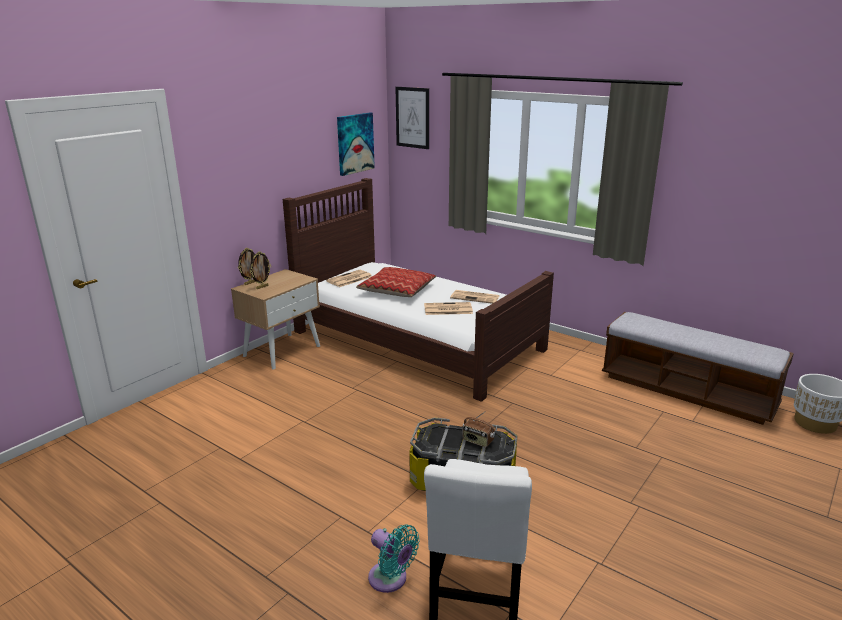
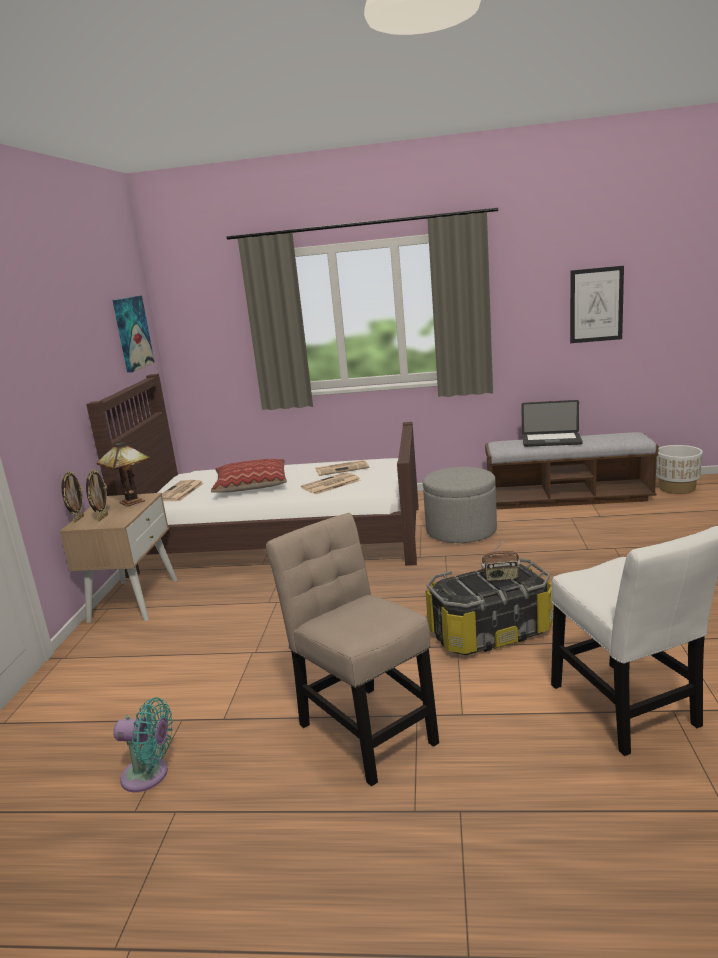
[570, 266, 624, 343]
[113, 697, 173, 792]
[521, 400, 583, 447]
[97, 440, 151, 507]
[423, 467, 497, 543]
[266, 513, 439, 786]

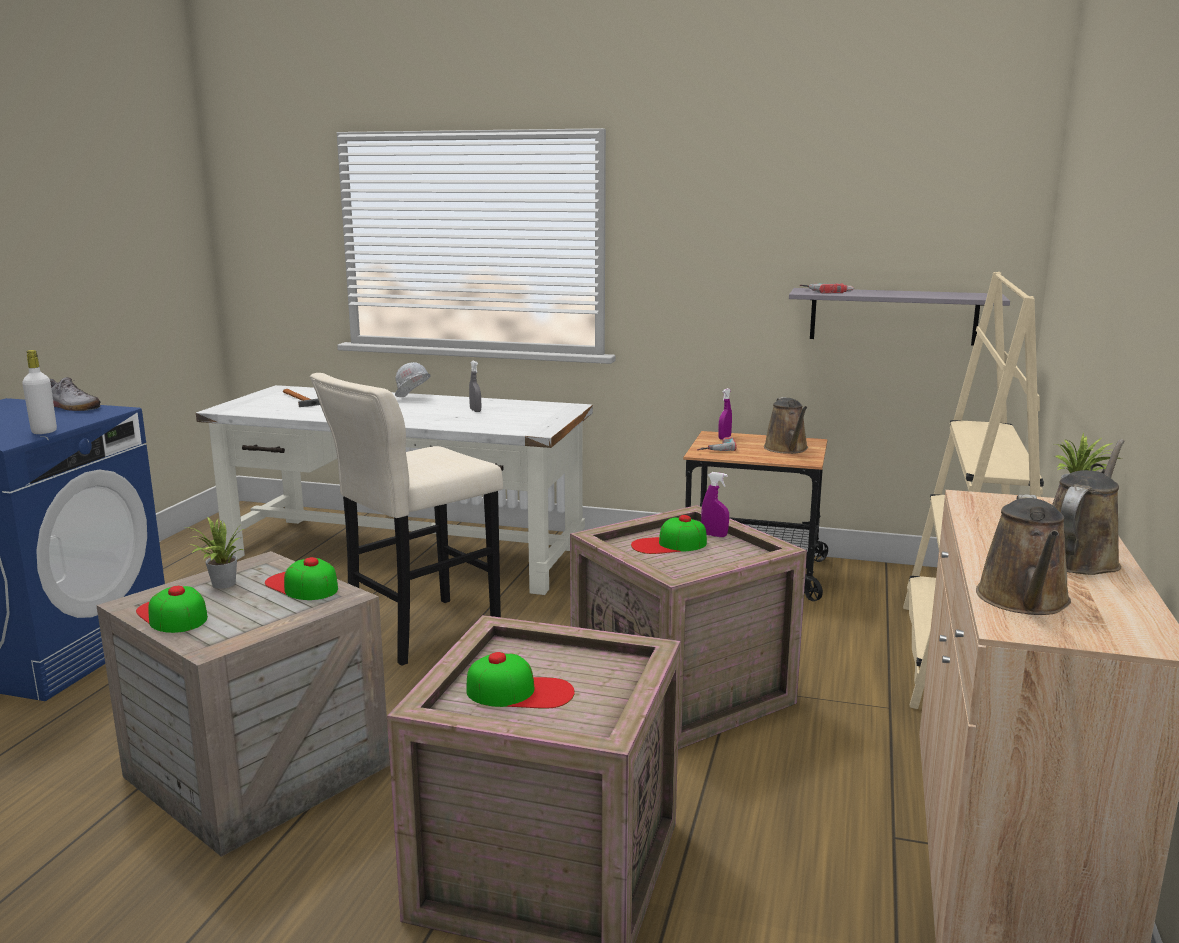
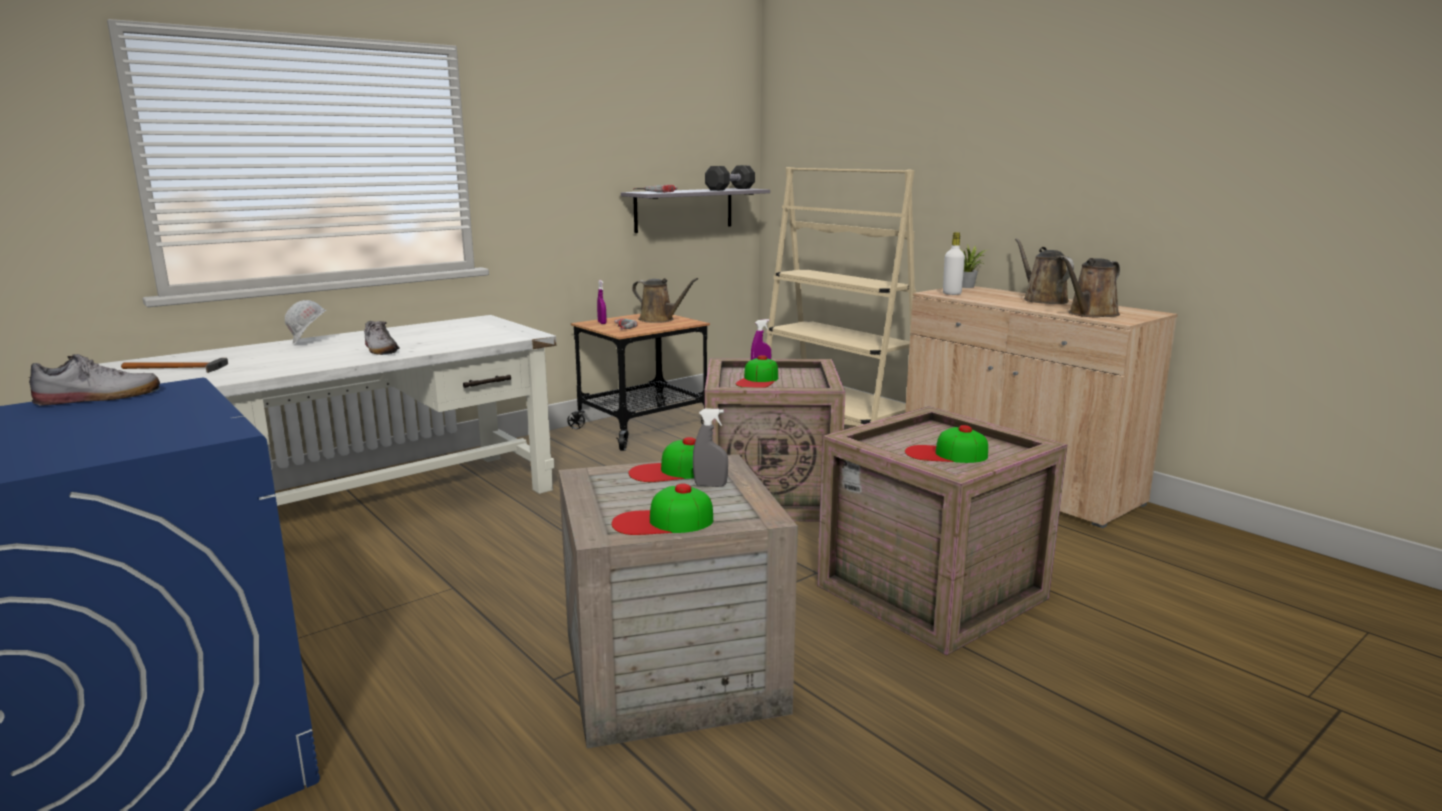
[943, 232, 965, 295]
[693, 409, 728, 487]
[310, 373, 503, 666] (first image)
[1061, 257, 1120, 317]
[185, 517, 244, 589] (first image)
[905, 425, 988, 463]
[705, 165, 755, 191]
[364, 321, 399, 355]

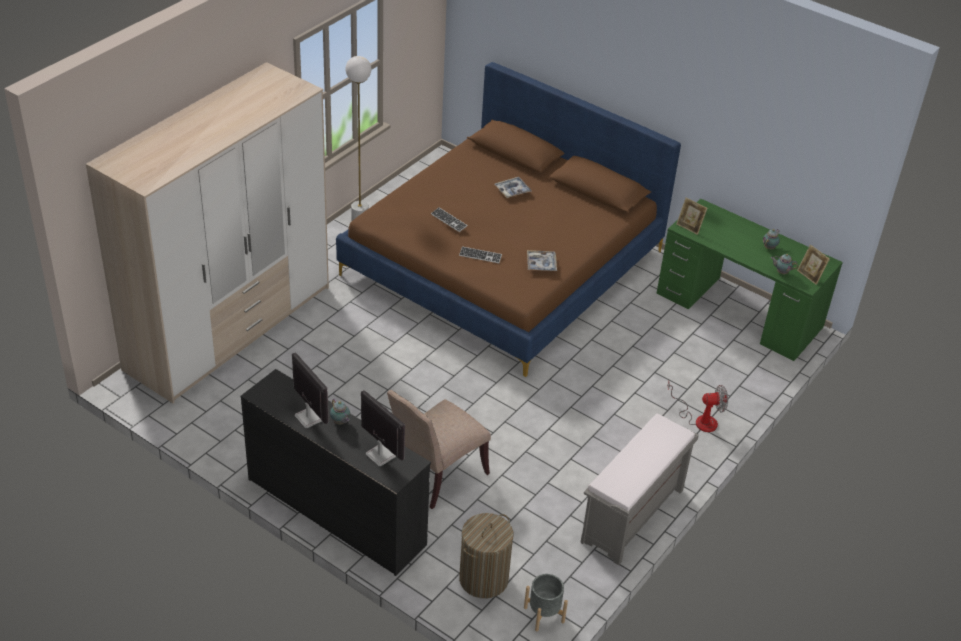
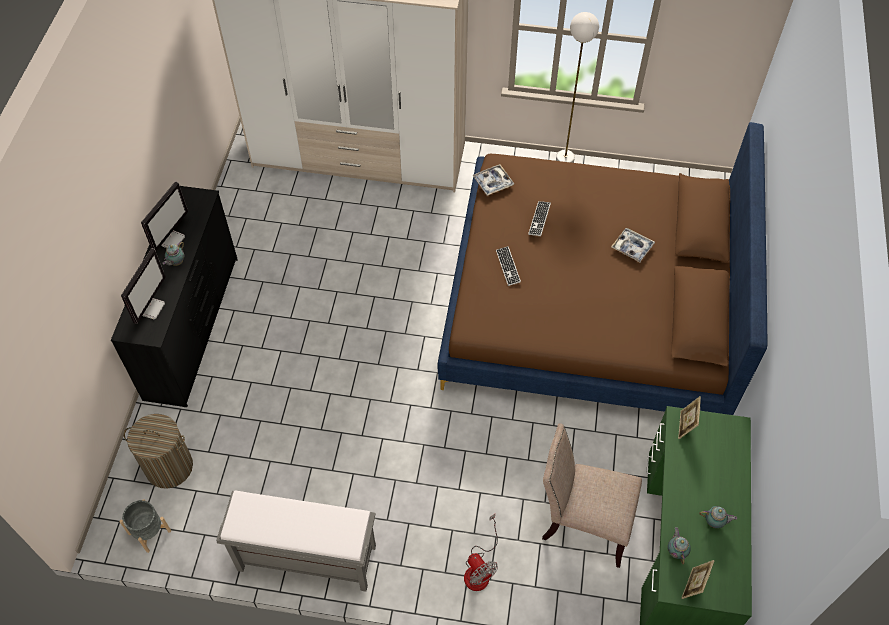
[473, 164, 514, 196]
[542, 423, 642, 568]

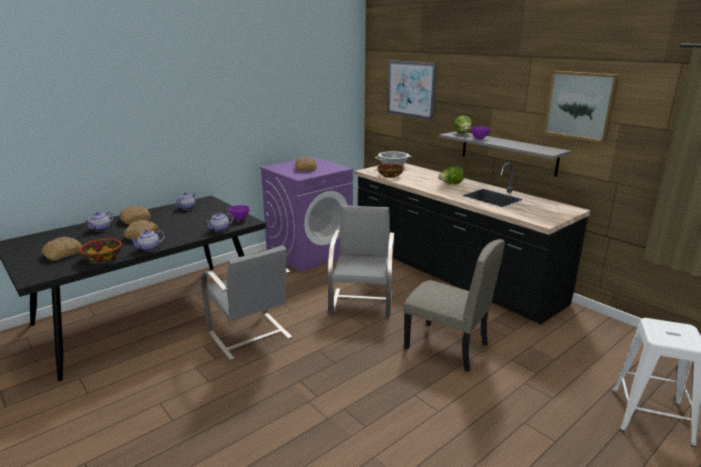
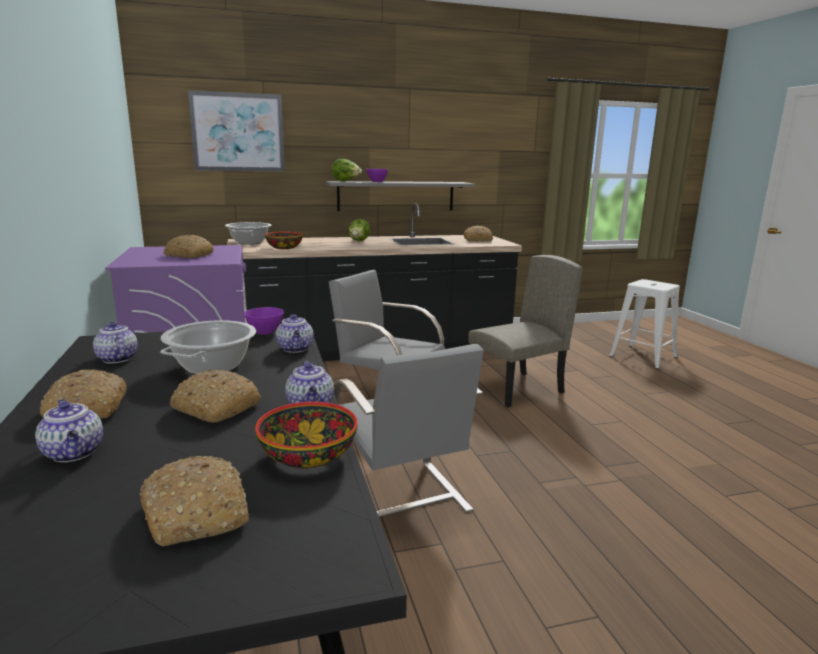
[544, 71, 619, 143] (first image)
[334, 344, 483, 518]
[464, 226, 493, 241]
[160, 320, 256, 374]

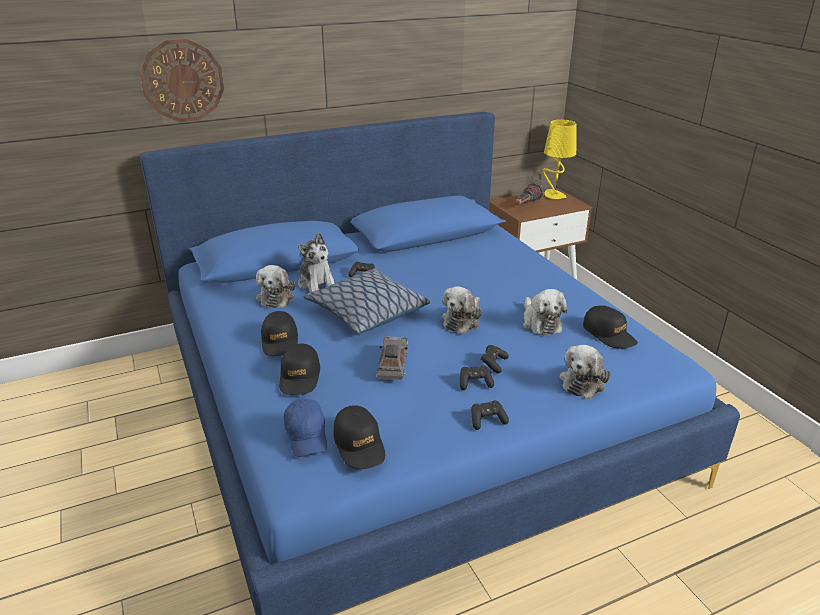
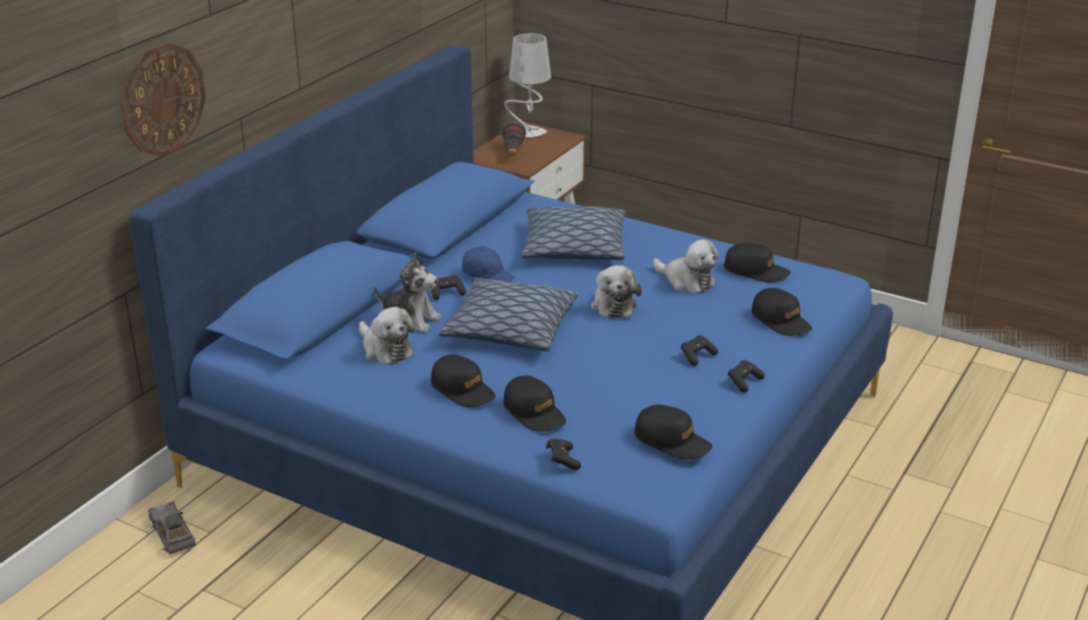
[504, 33, 551, 137]
[148, 501, 196, 554]
[546, 439, 581, 470]
[751, 288, 812, 336]
[462, 246, 515, 282]
[521, 206, 625, 260]

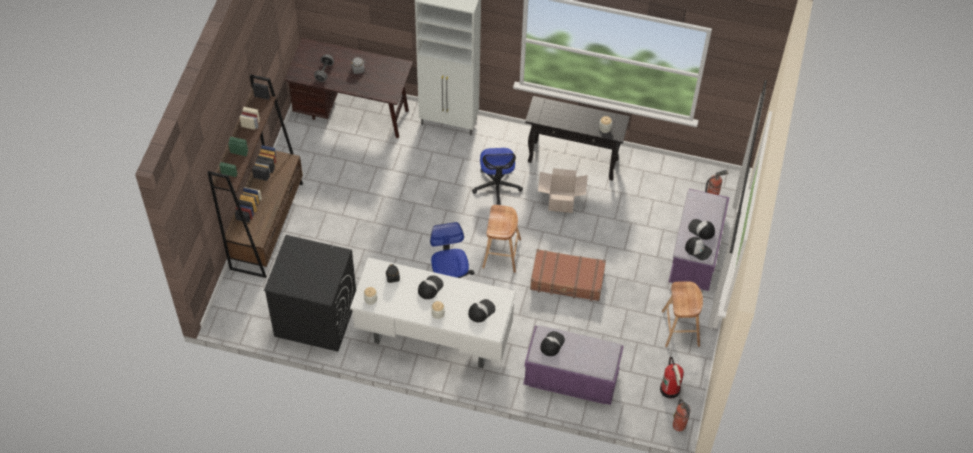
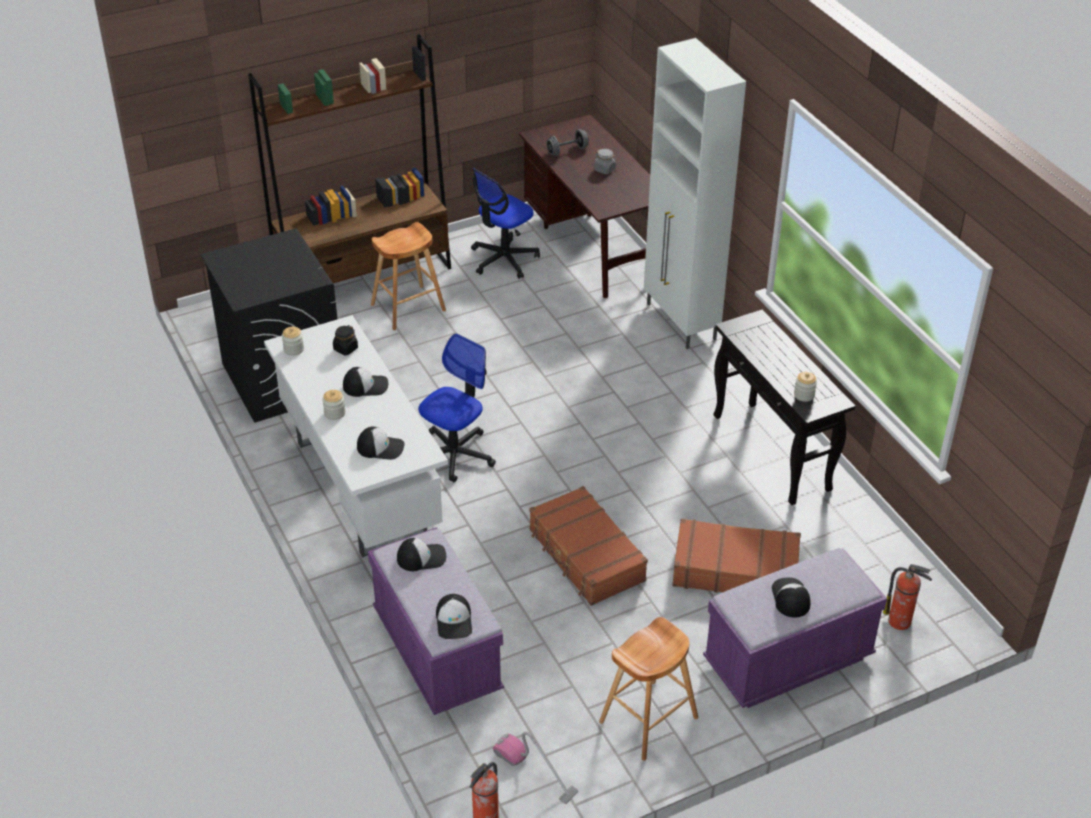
[471, 168, 540, 279]
[538, 168, 588, 213] (first image)
[371, 222, 446, 330]
[436, 594, 472, 639]
[493, 732, 578, 804]
[672, 518, 801, 593]

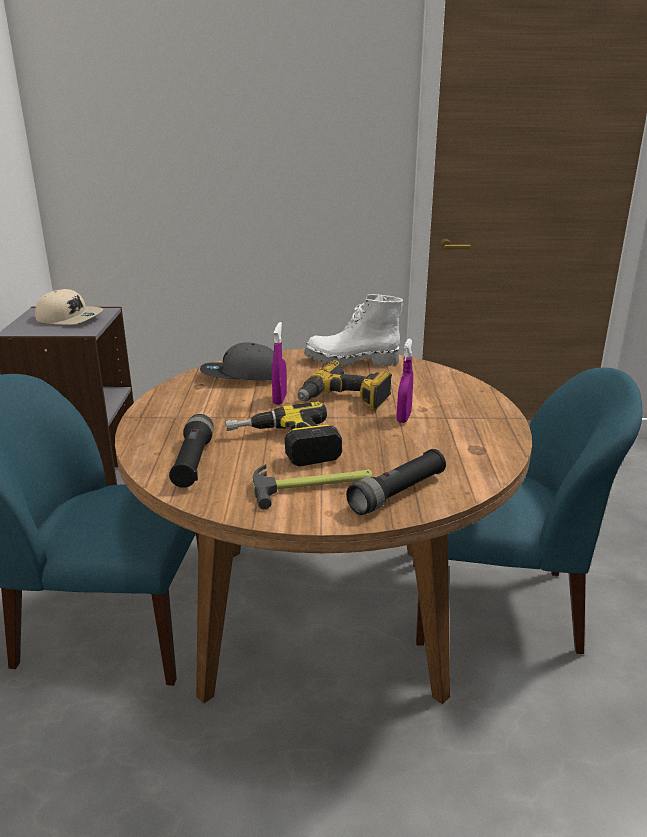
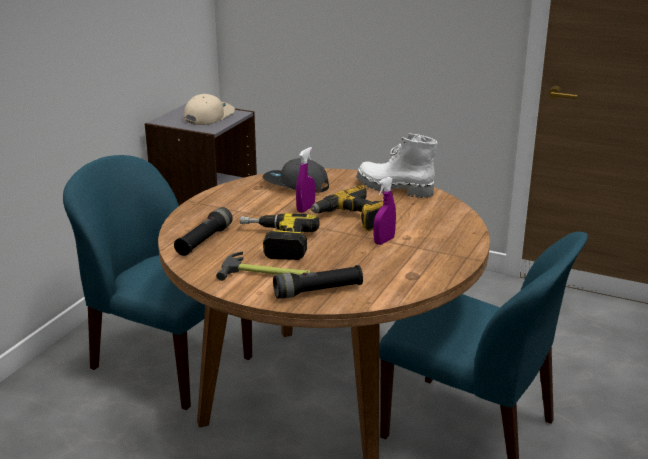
[183, 94, 235, 125]

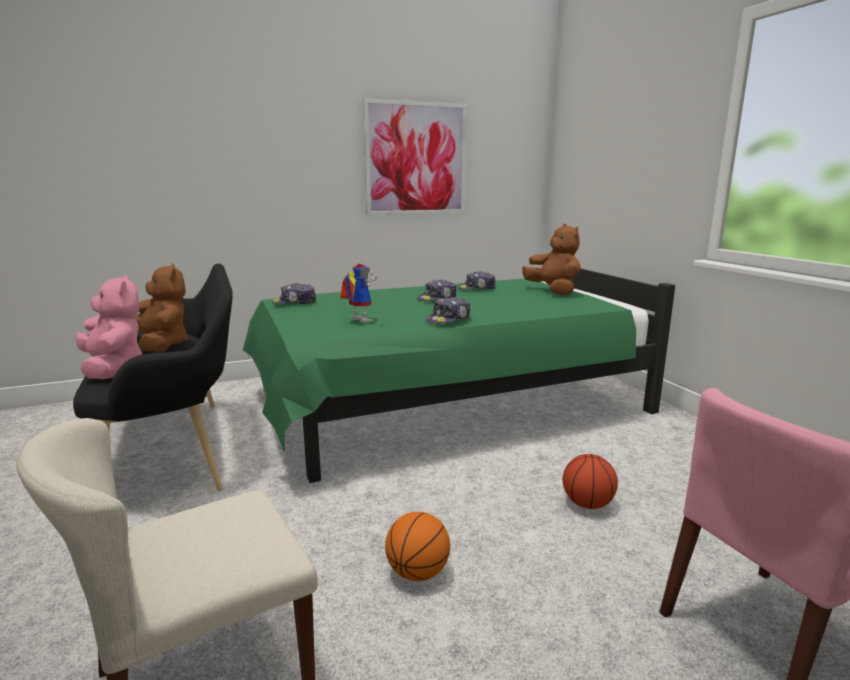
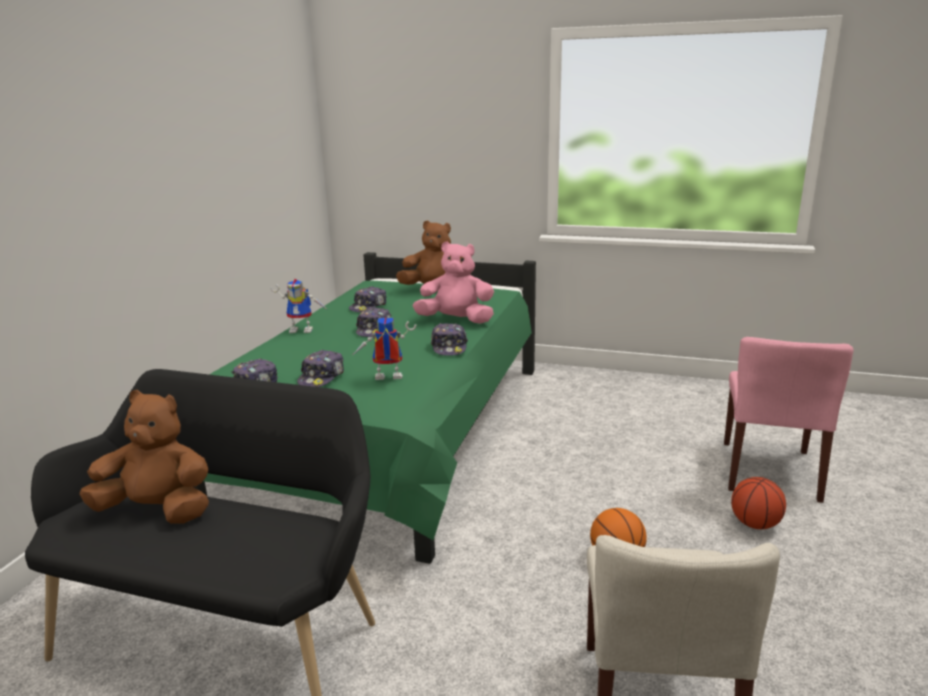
[363, 98, 467, 215] (first image)
[413, 242, 494, 324]
[731, 477, 786, 529]
[270, 279, 326, 333]
[297, 349, 344, 387]

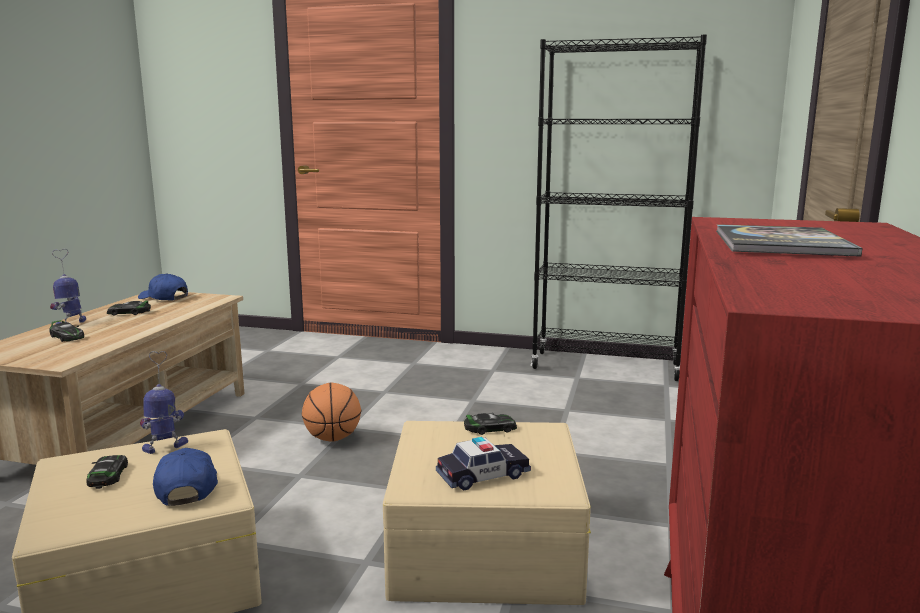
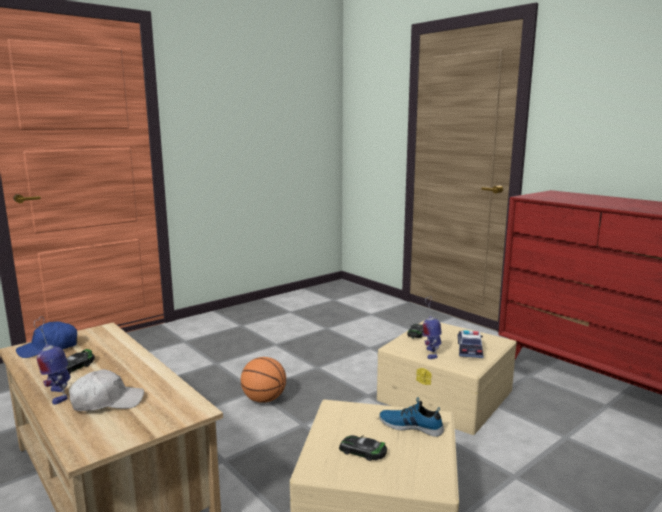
[531, 35, 707, 381] (first image)
[716, 224, 863, 257] (first image)
[69, 369, 144, 411]
[422, 296, 442, 359]
[379, 397, 444, 437]

